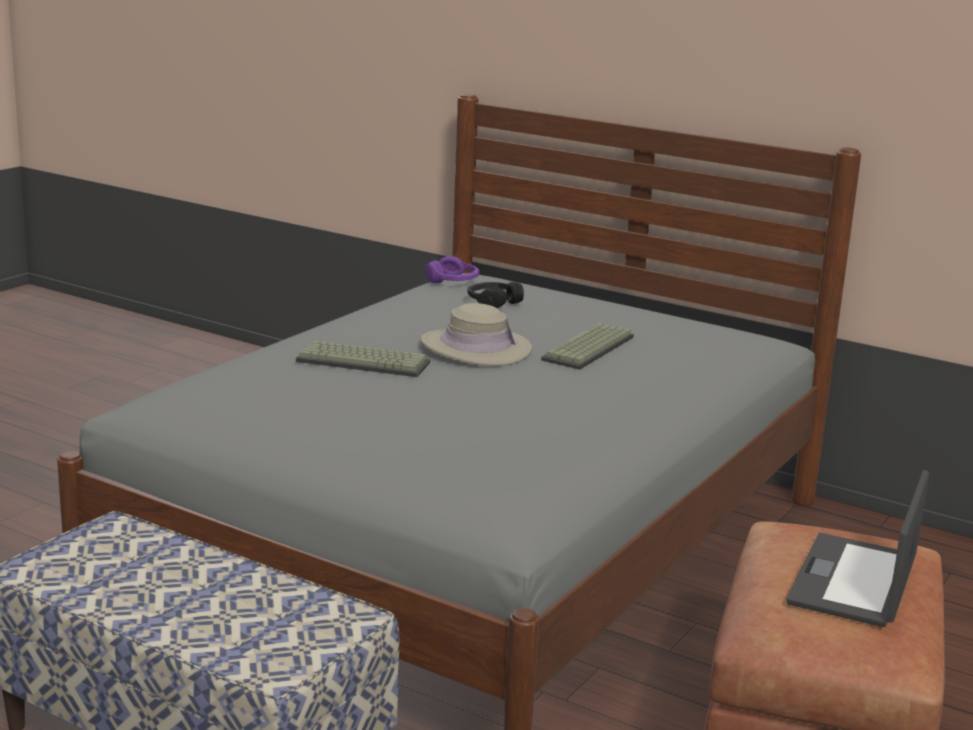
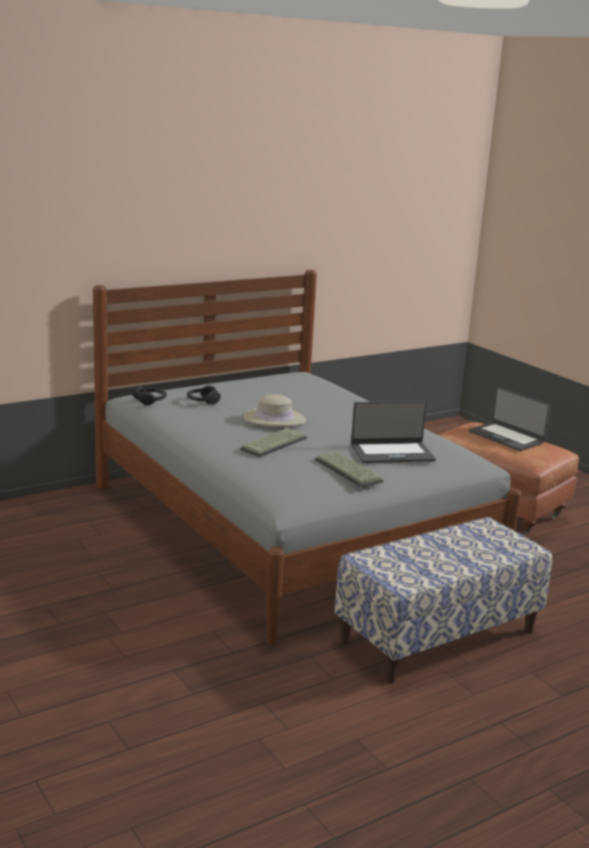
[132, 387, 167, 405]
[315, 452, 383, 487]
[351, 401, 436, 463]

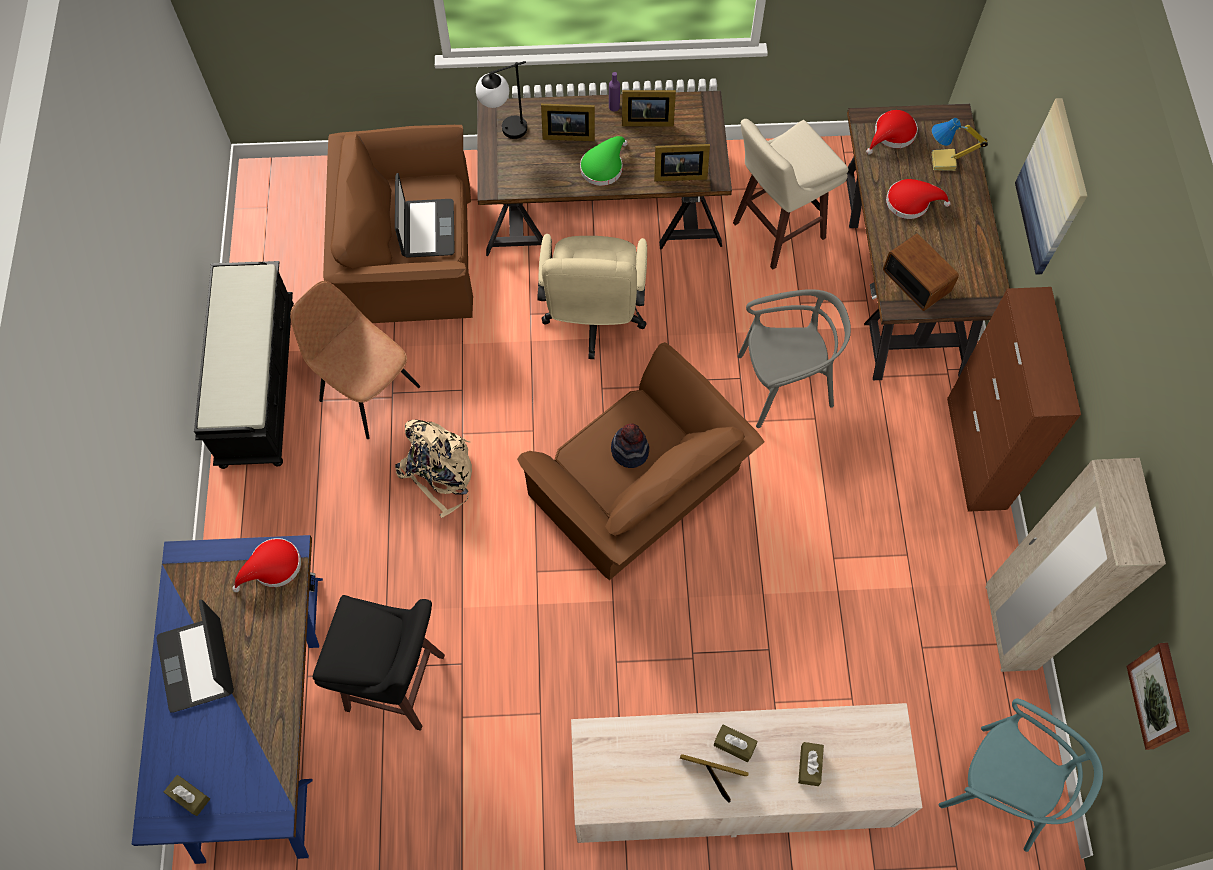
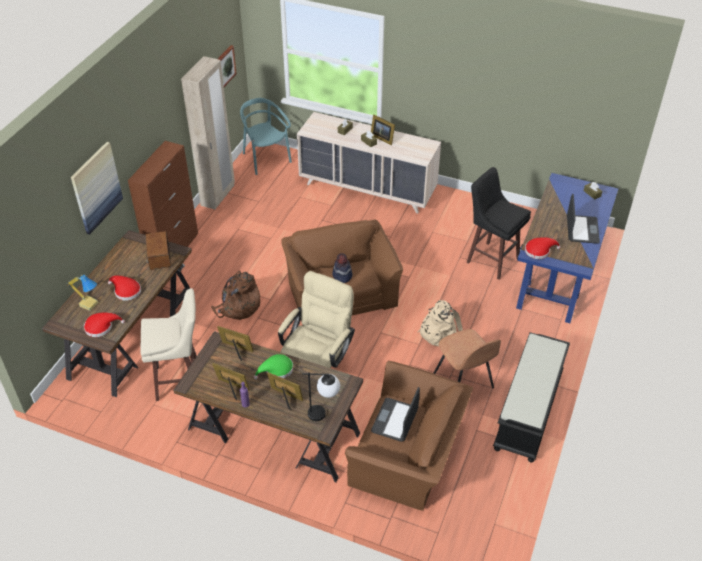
[211, 270, 260, 320]

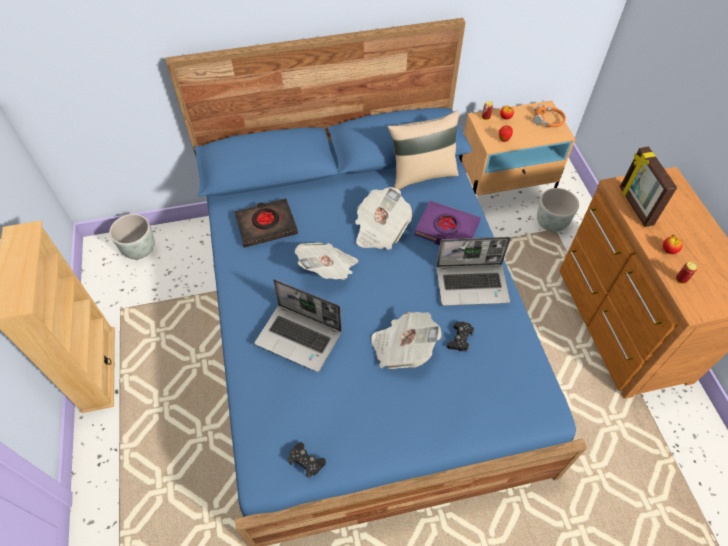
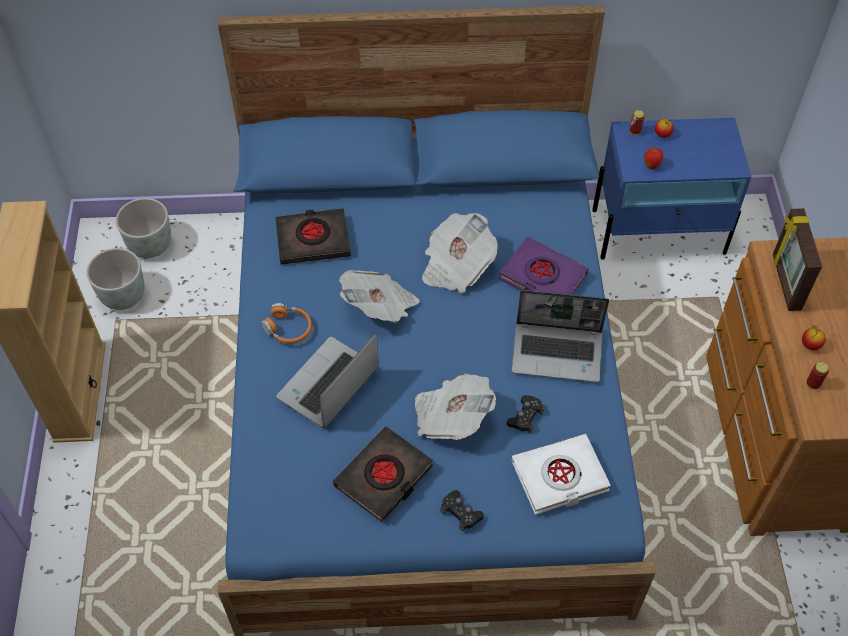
[592, 118, 751, 260]
[261, 303, 312, 344]
[388, 111, 459, 189] (first image)
[86, 248, 145, 310]
[276, 333, 379, 428]
[441, 490, 484, 532]
[333, 426, 433, 522]
[511, 434, 611, 515]

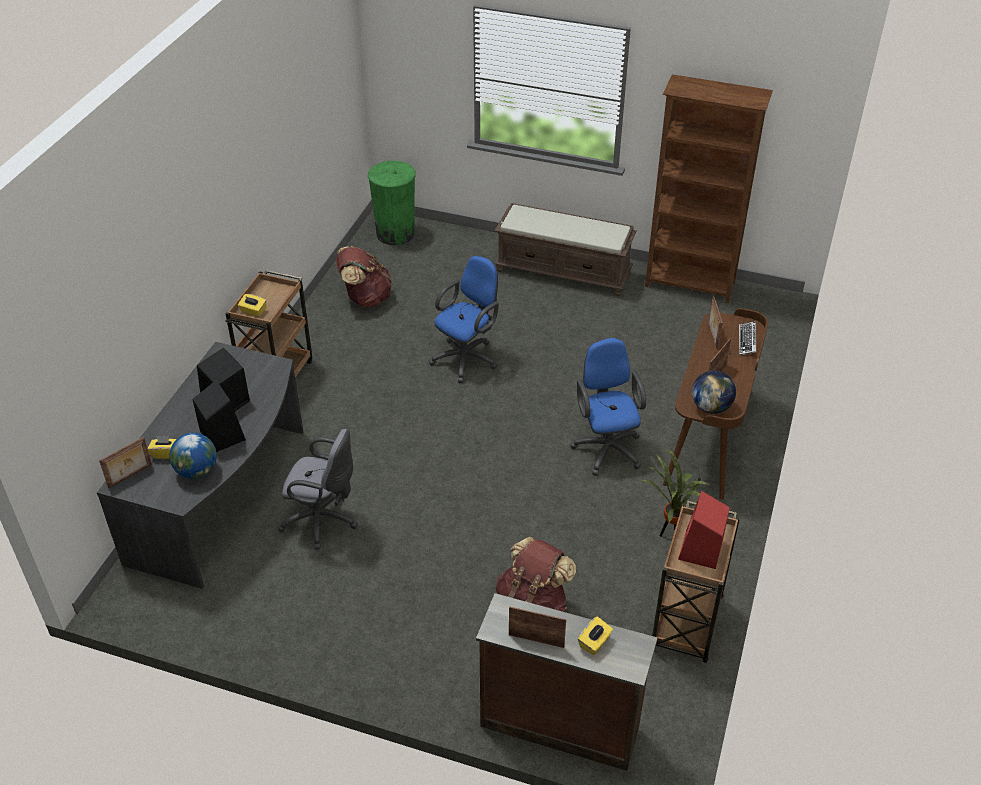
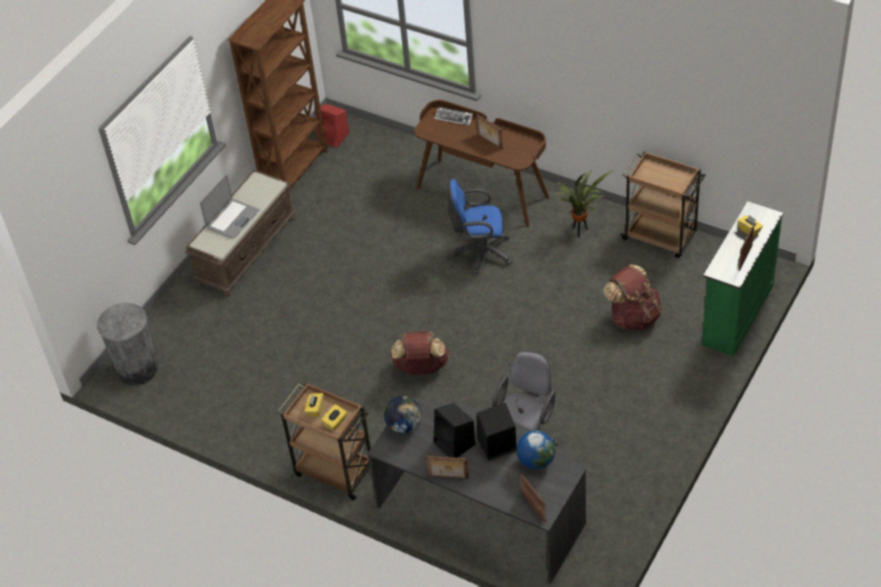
[97, 303, 158, 386]
[391, 330, 449, 375]
[429, 256, 499, 383] (first image)
[426, 456, 469, 479]
[384, 395, 422, 433]
[305, 393, 324, 417]
[315, 104, 349, 148]
[702, 201, 783, 356]
[200, 175, 259, 239]

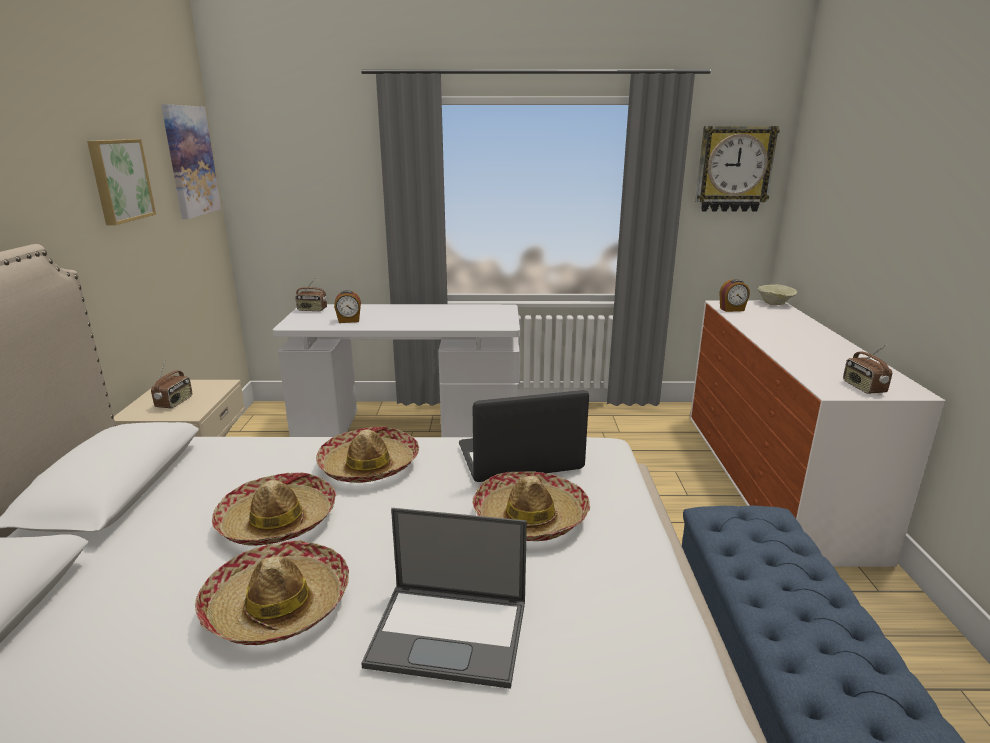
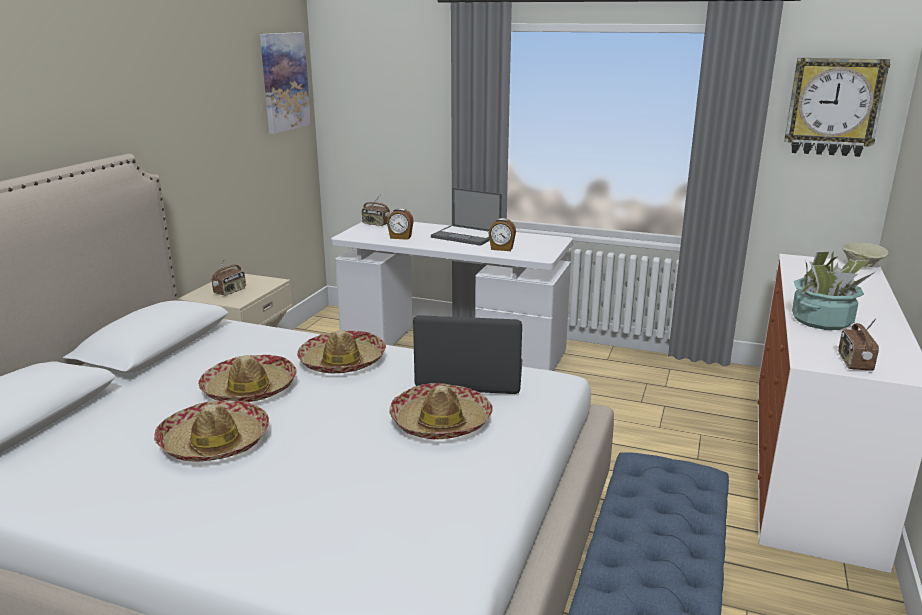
[87, 139, 156, 225] (first image)
[489, 218, 516, 251]
[431, 187, 502, 246]
[792, 251, 875, 330]

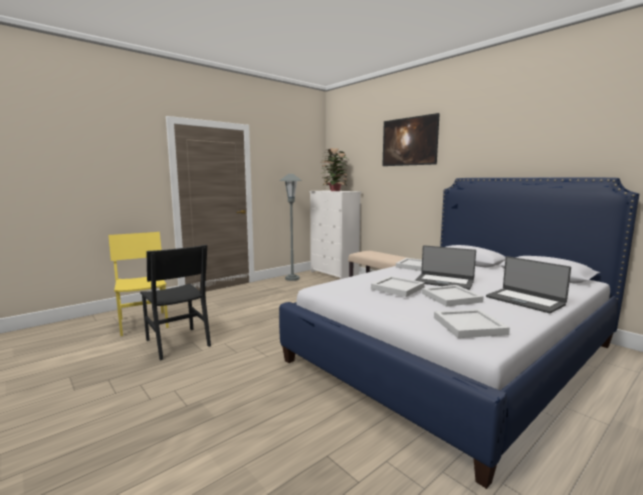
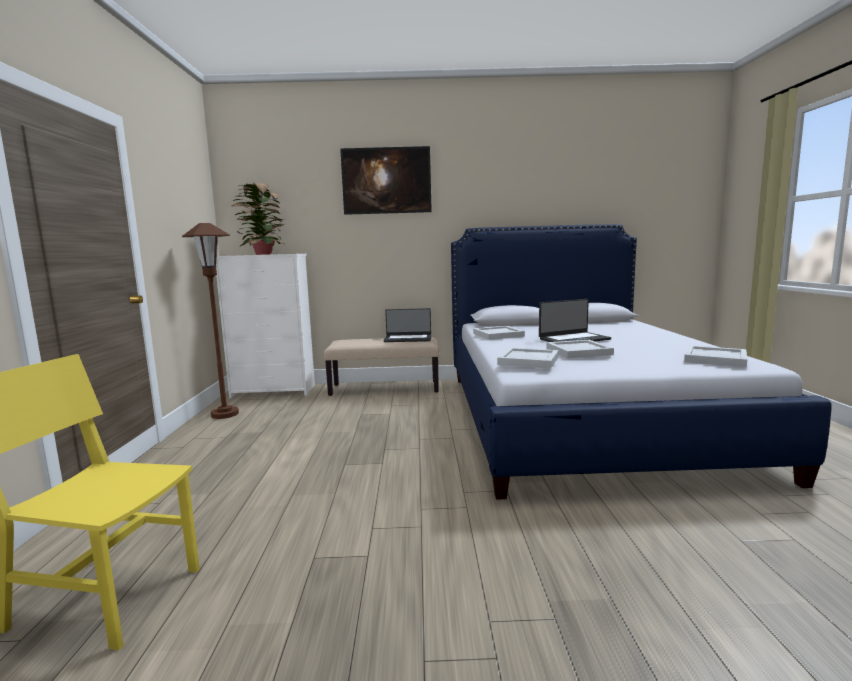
[182, 223, 239, 419]
[140, 245, 211, 360] (first image)
[383, 308, 431, 342]
[497, 348, 559, 369]

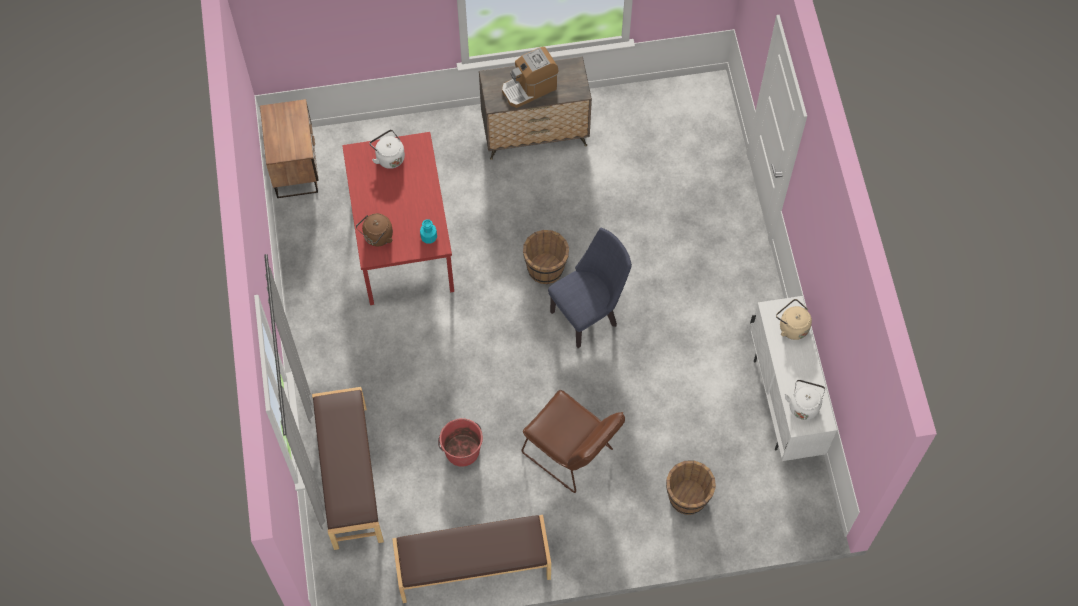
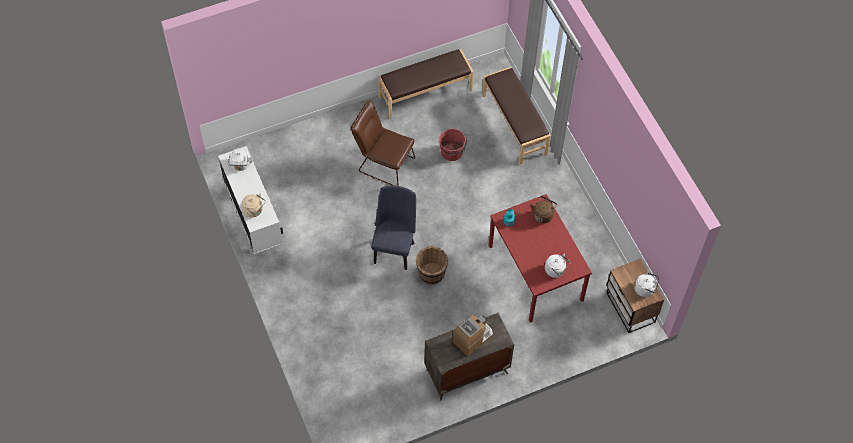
[371, 186, 416, 270]
[666, 460, 716, 515] (first image)
[634, 271, 659, 297]

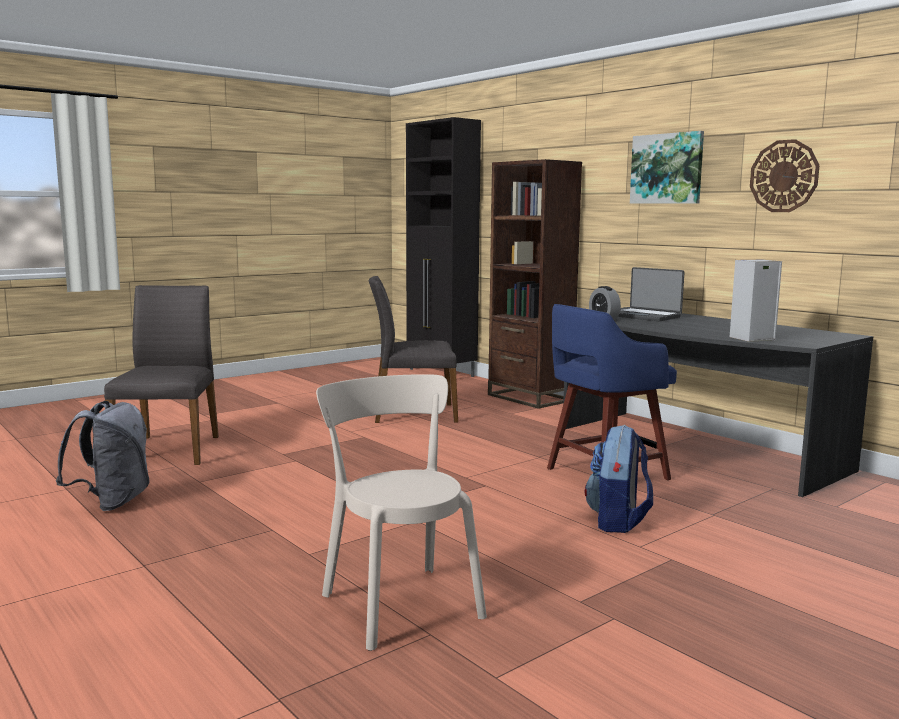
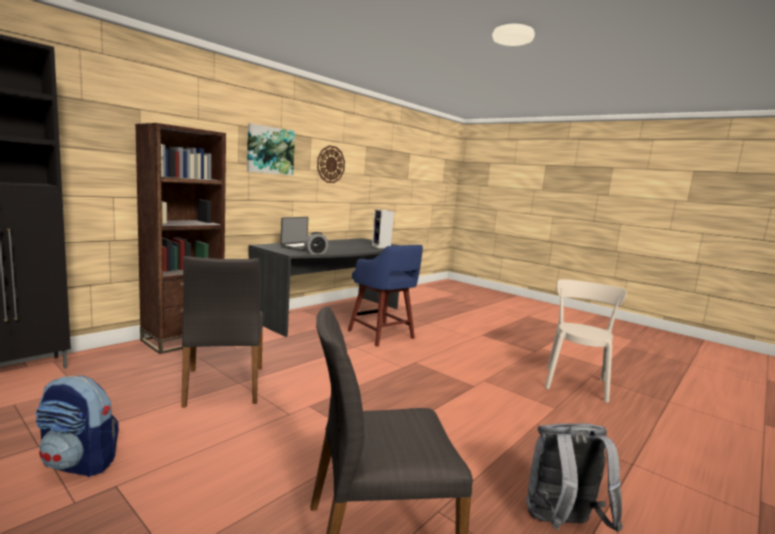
[545, 279, 627, 403]
[35, 375, 119, 477]

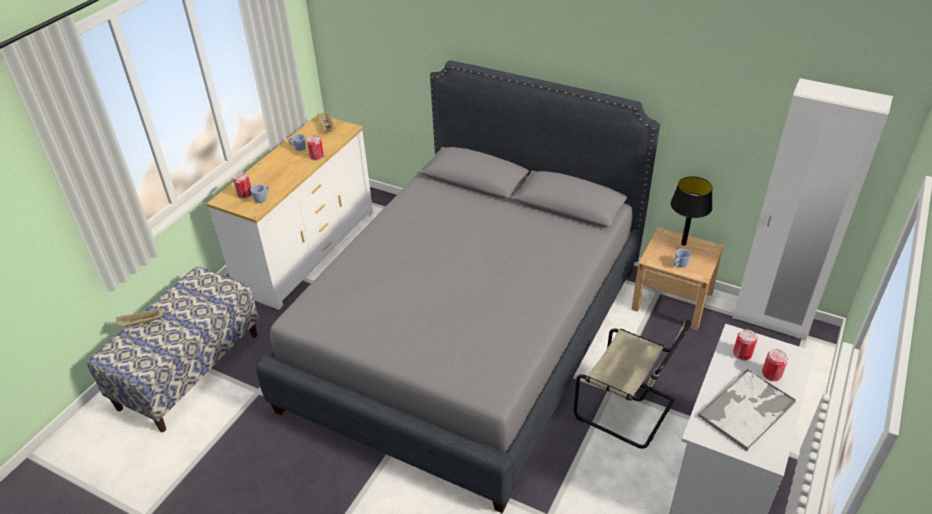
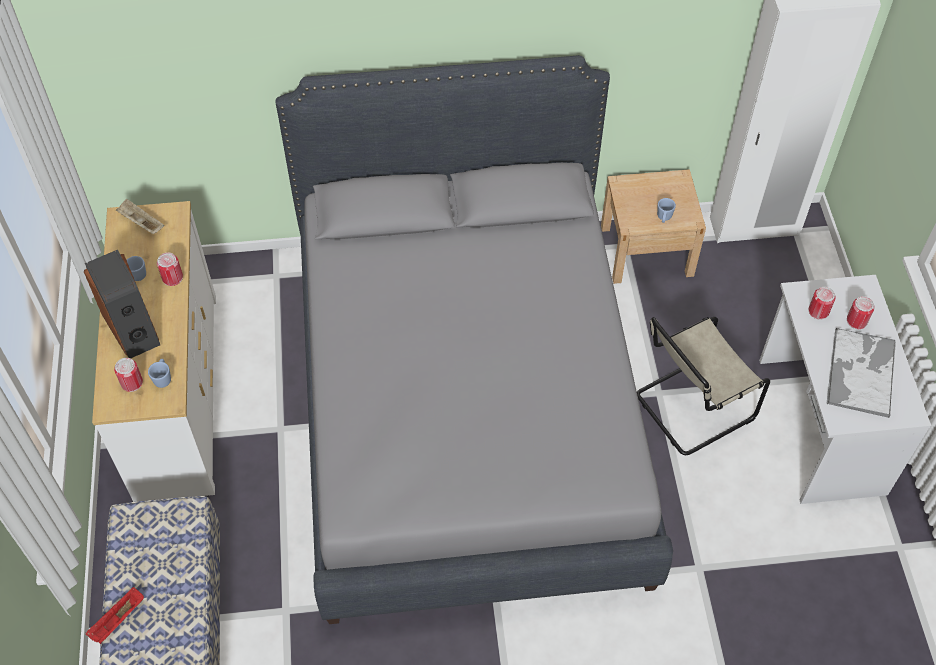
[671, 176, 712, 246] (first image)
[85, 587, 144, 644]
[637, 317, 770, 455]
[83, 250, 160, 358]

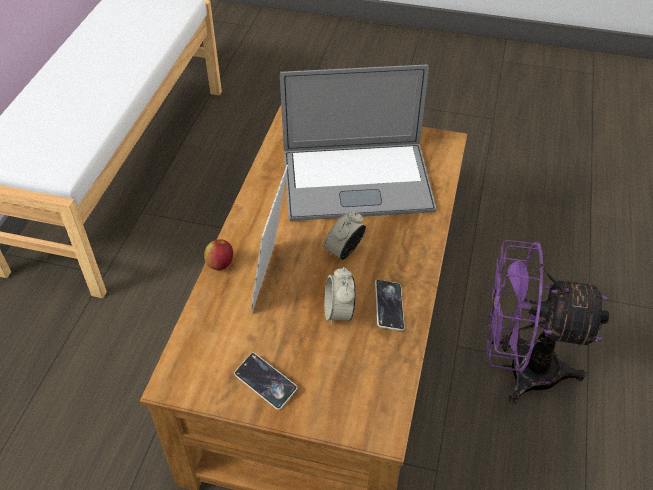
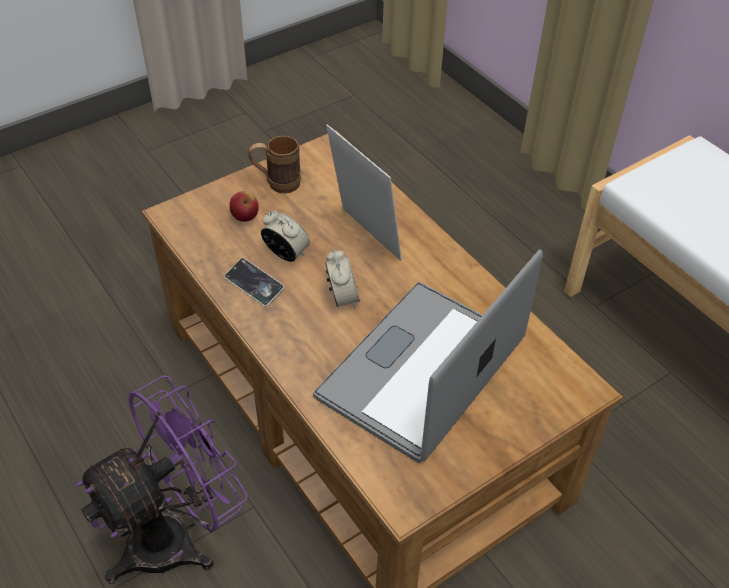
[229, 191, 259, 222]
[248, 136, 301, 193]

